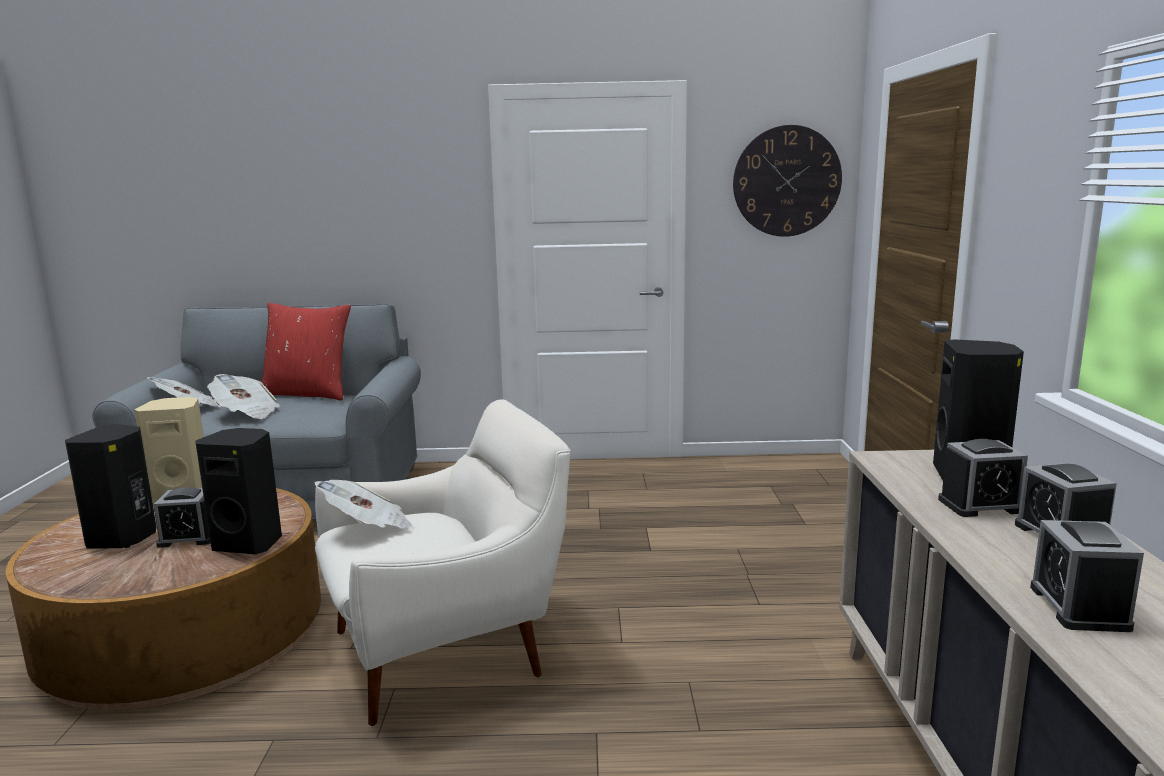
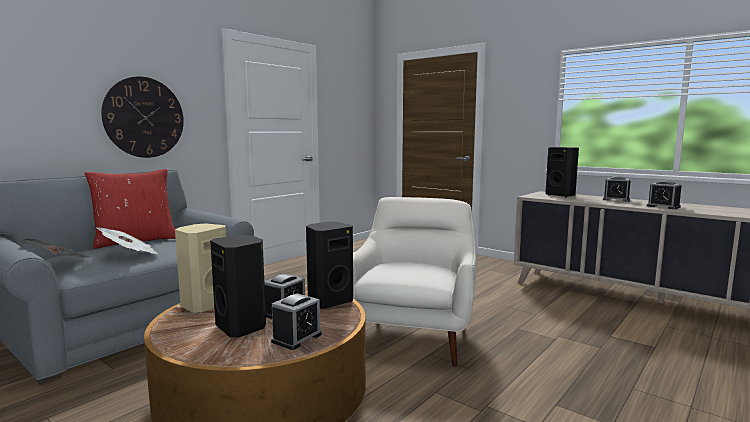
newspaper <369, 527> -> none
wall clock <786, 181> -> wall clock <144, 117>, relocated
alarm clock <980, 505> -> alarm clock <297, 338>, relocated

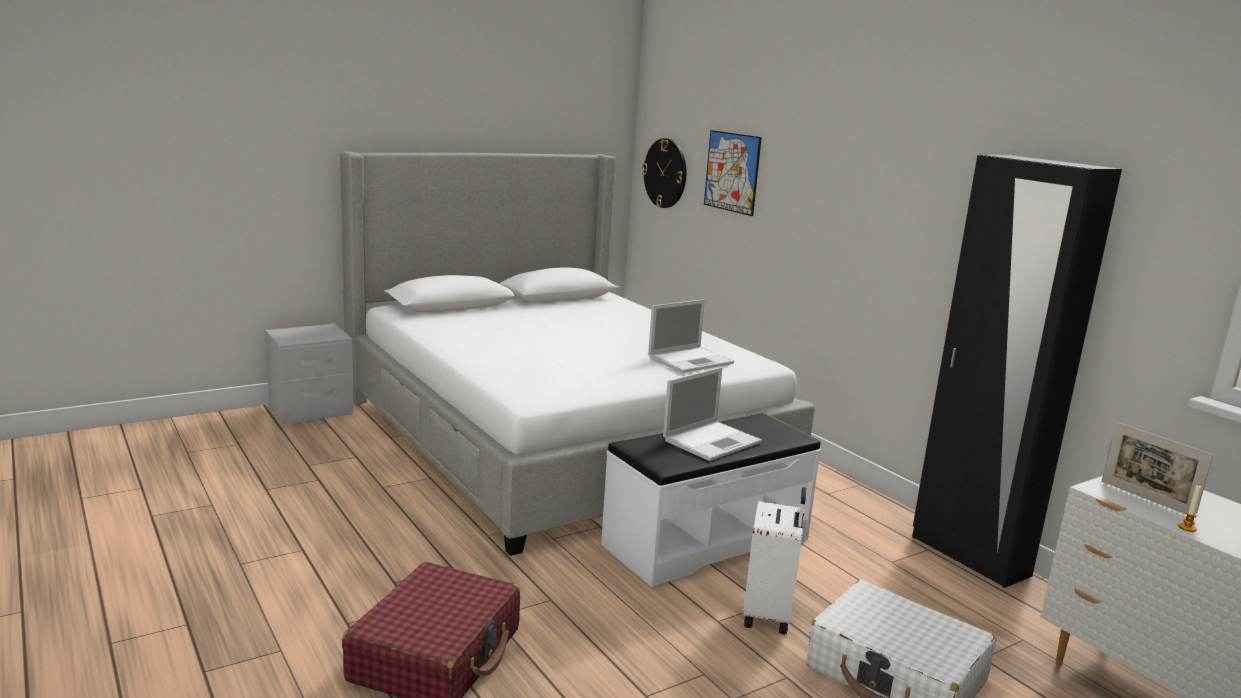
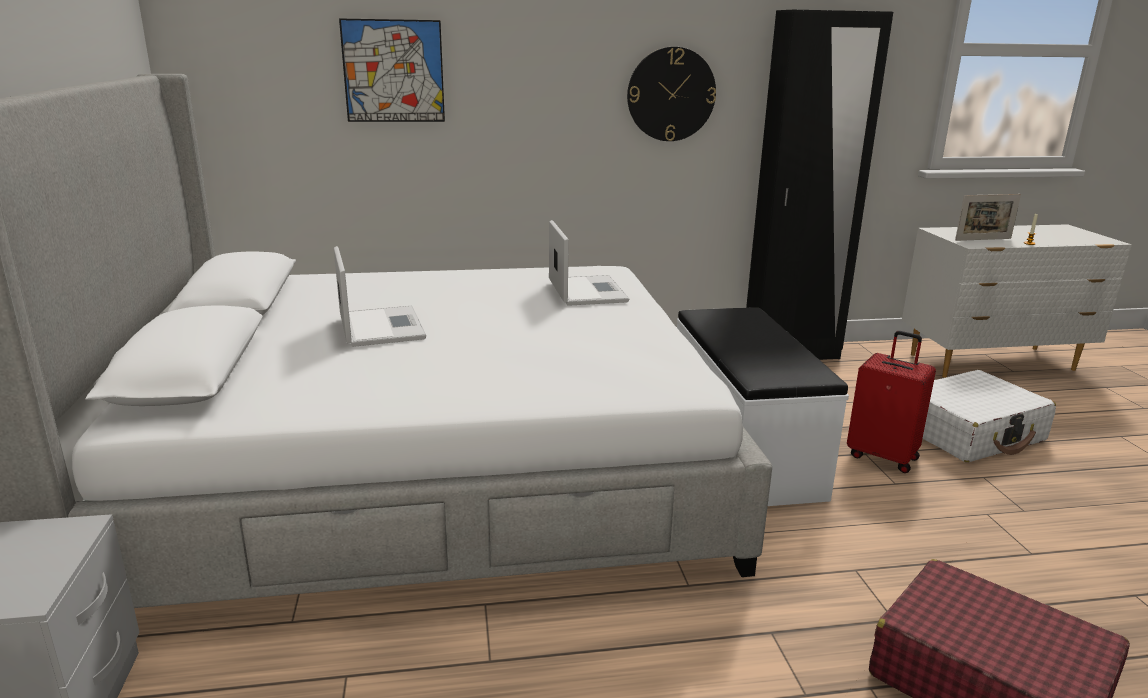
wall clock <665, 173> -> wall clock <671, 94>, relocated
laptop <713, 441> -> laptop <380, 326>, relocated
white suitcase <769, 615> -> red suitcase <883, 456>

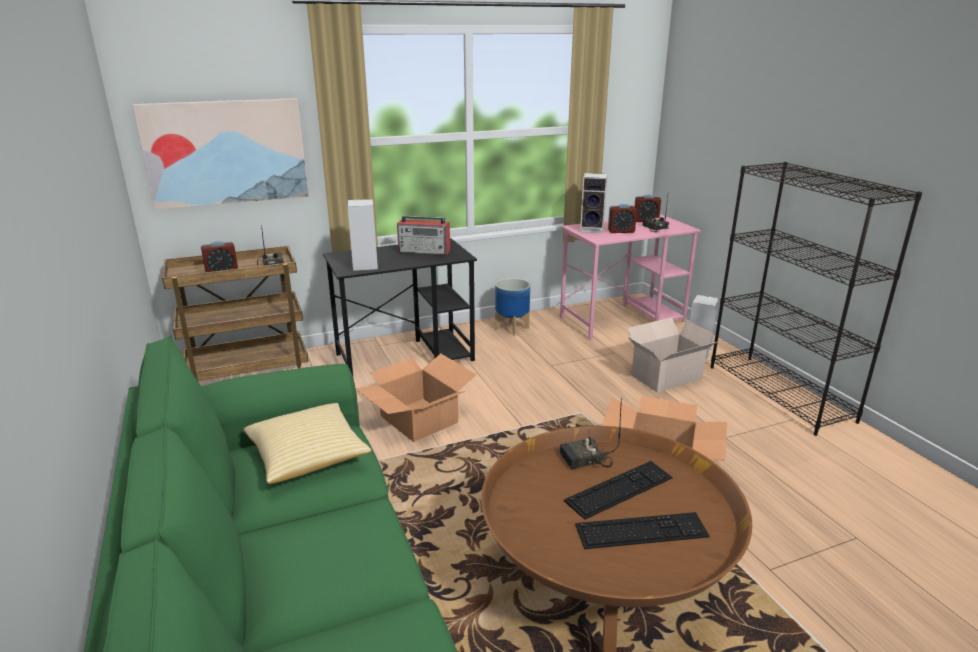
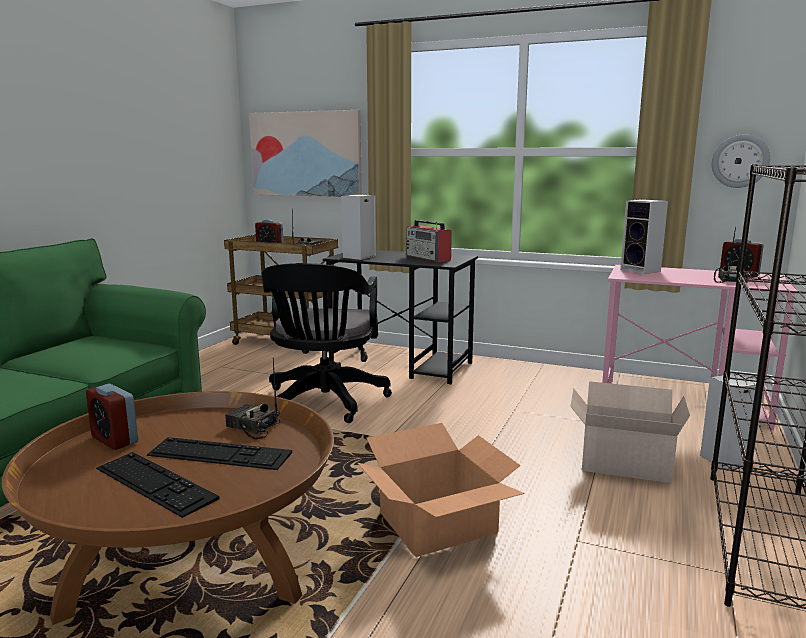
pillow <308, 457> -> none
planter <511, 328> -> none
none -> wall clock <740, 161>
alarm clock <621, 231> -> alarm clock <114, 440>, relocated
cardboard box <418, 419> -> black office chair <324, 403>

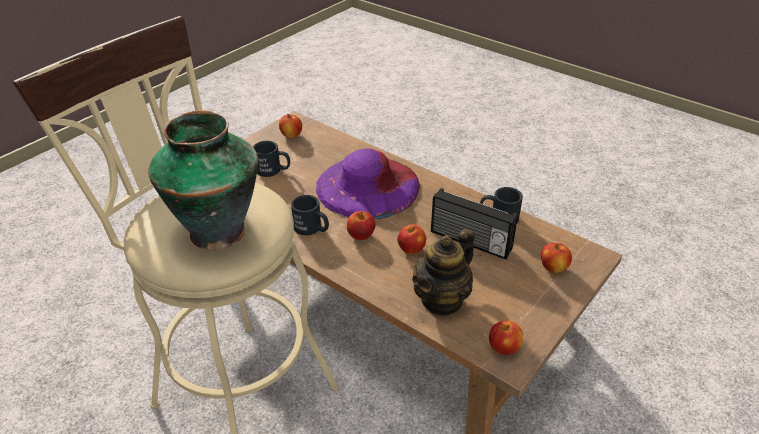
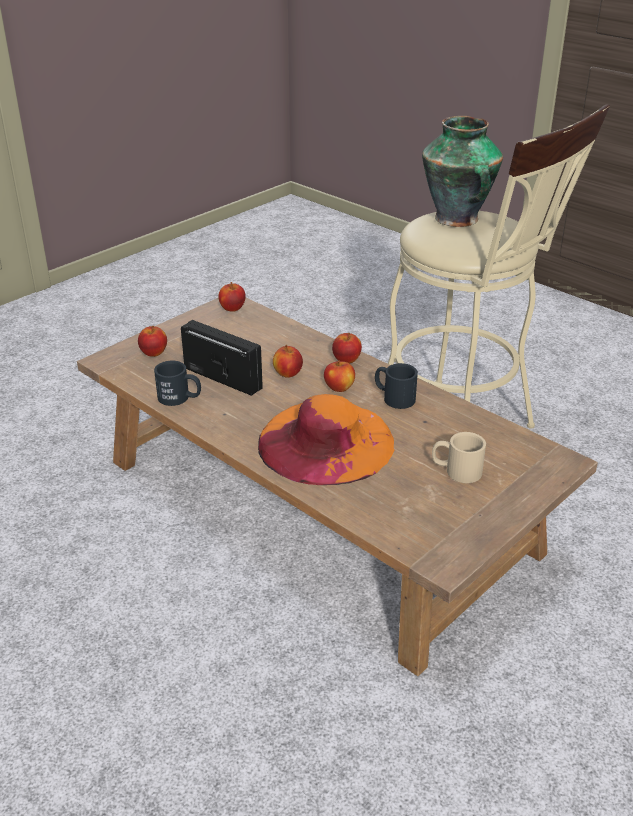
teapot <442, 300> -> none
apple <291, 135> -> apple <346, 360>, relocated
black mug <273, 170> -> beige mug <456, 471>
purple hat <367, 186> -> orange hat <326, 442>

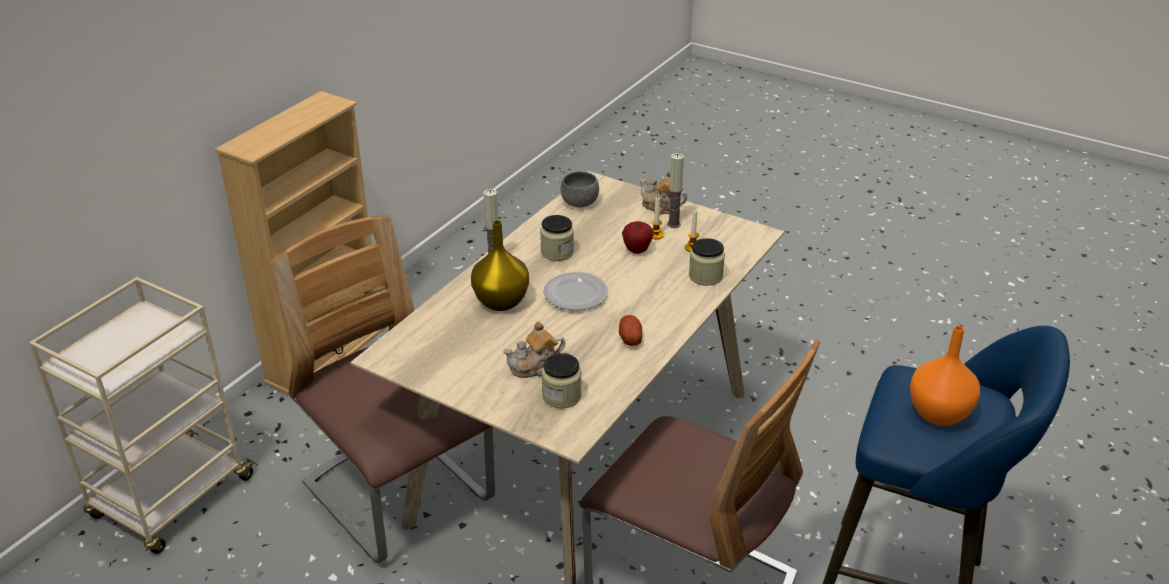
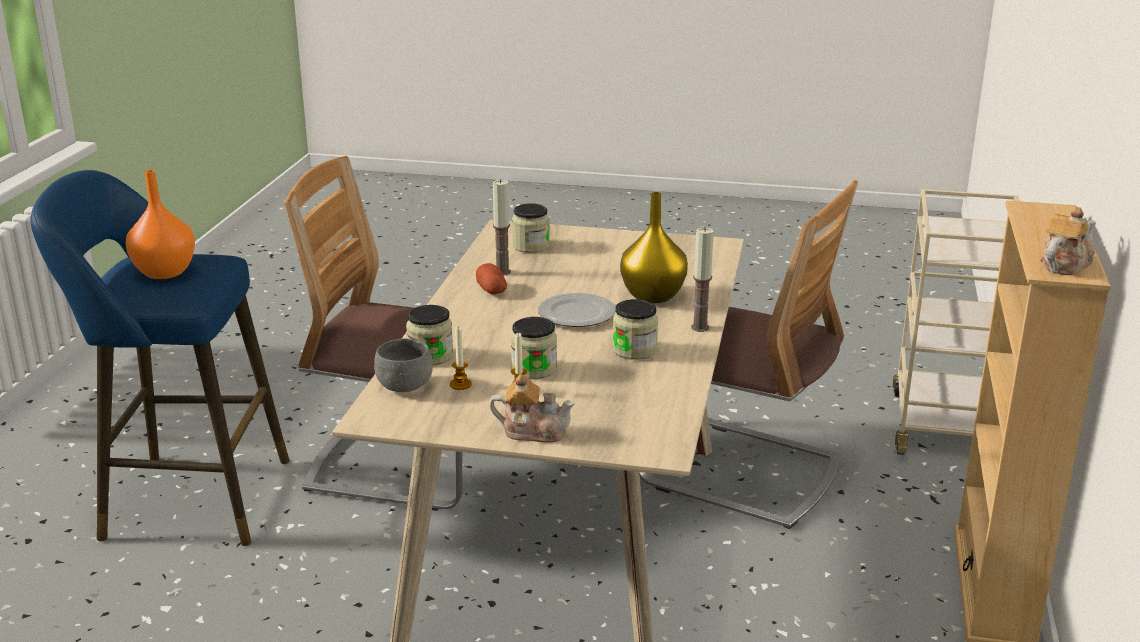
teapot <535, 367> -> teapot <1064, 265>, relocated
grey bowl <579, 203> -> grey bowl <405, 386>, relocated
candle <673, 224> -> candle <502, 272>, relocated
apple <637, 250> -> jar <534, 369>

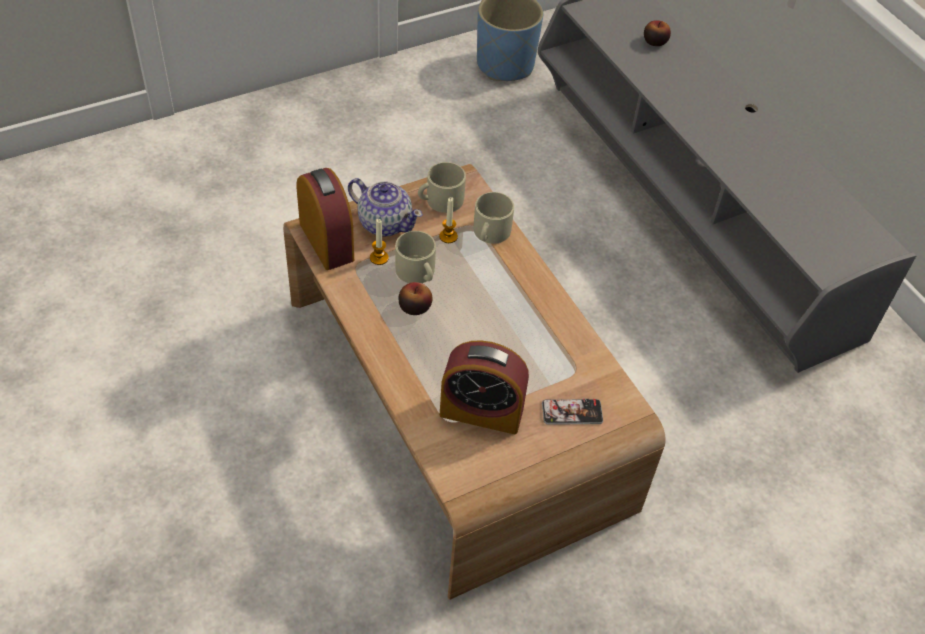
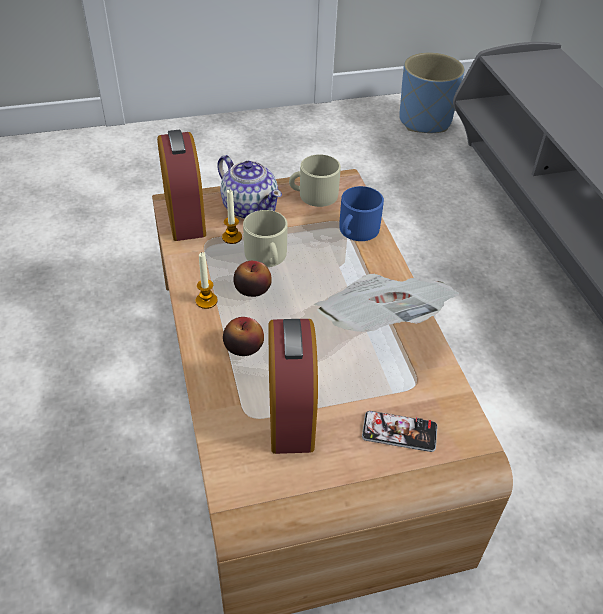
none -> newspaper <379, 324>
candle <448, 236> -> candle <206, 301>, relocated
apple <655, 42> -> apple <243, 347>, relocated
beige mug <490, 233> -> blue mug <356, 231>
alarm clock <481, 411> -> alarm clock <290, 412>, 120 degrees counterclockwise

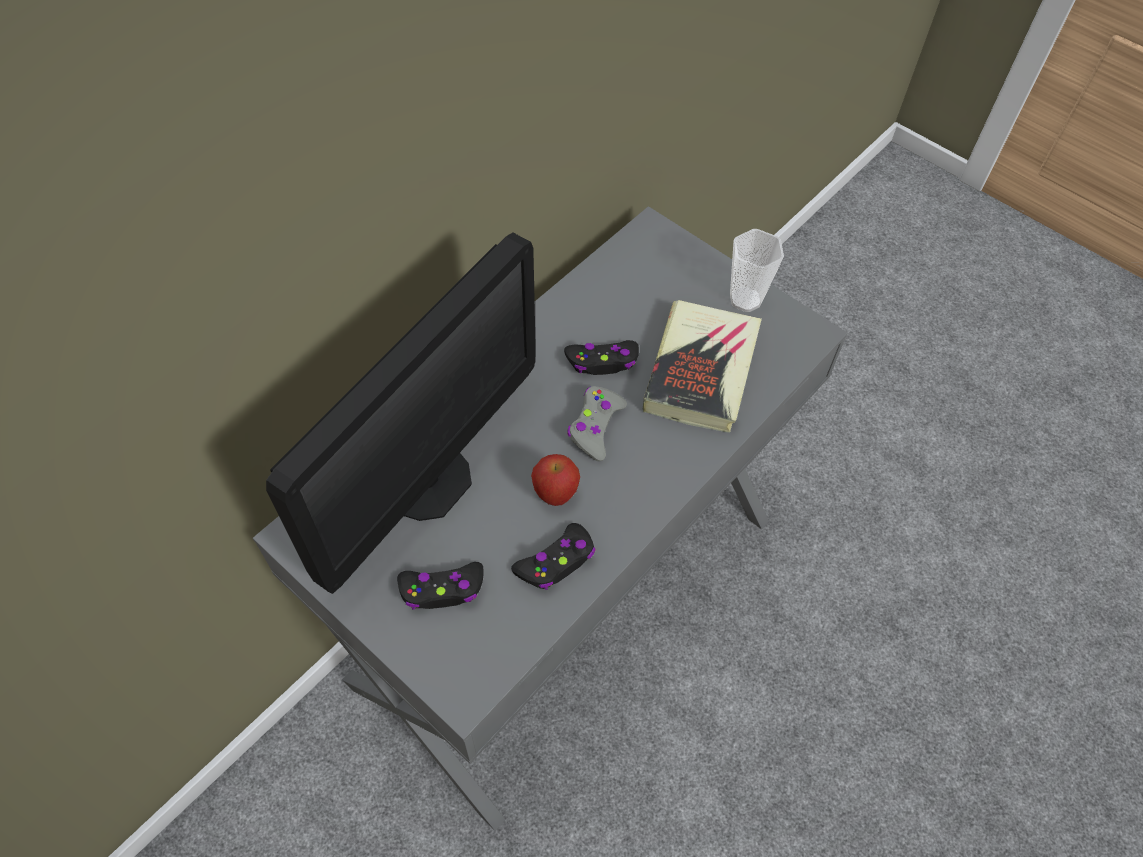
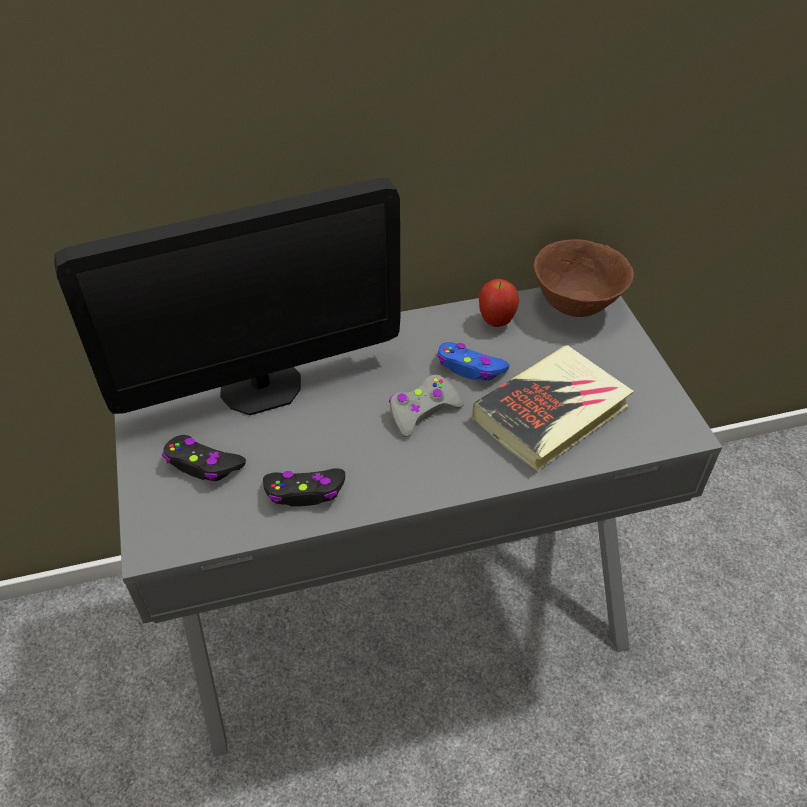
cup <745, 299> -> none
none -> brown bowl <576, 306>
apple <555, 494> -> apple <496, 321>, relocated
black game controller <602, 362> -> blue game controller <470, 368>

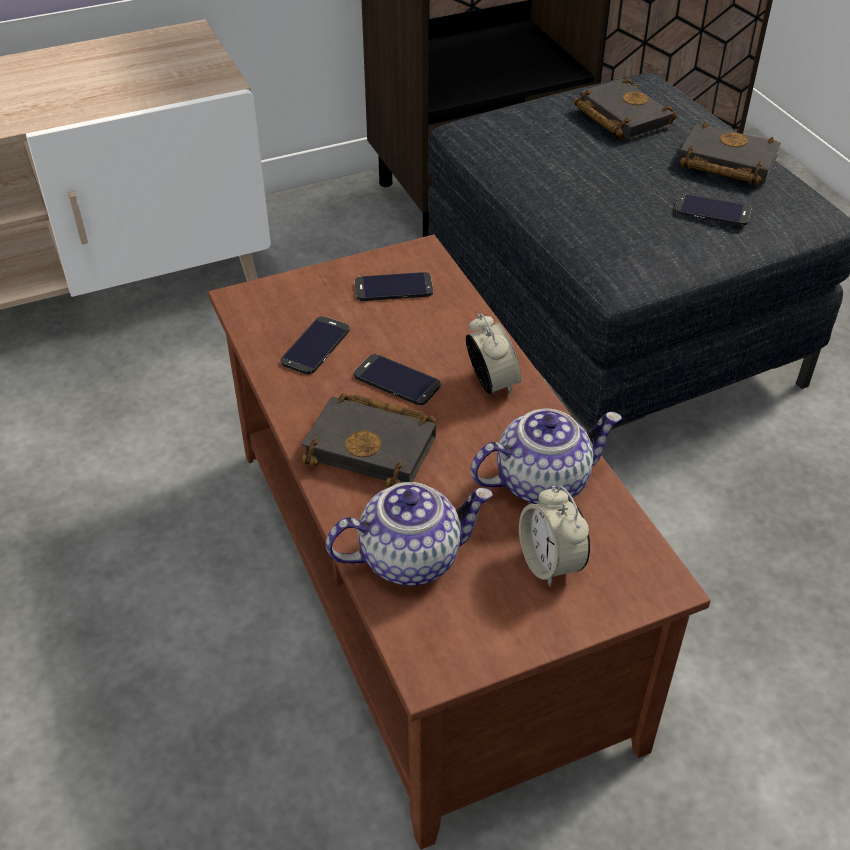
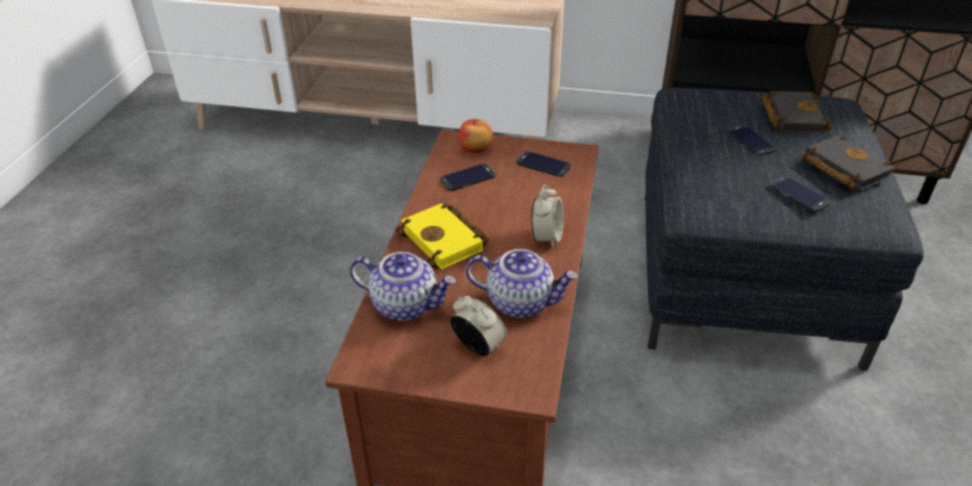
none -> apple <476, 149>
phone <397, 380> -> phone <751, 140>, relocated
black book <375, 446> -> yellow book <446, 241>
alarm clock <550, 563> -> alarm clock <478, 346>, 120 degrees clockwise

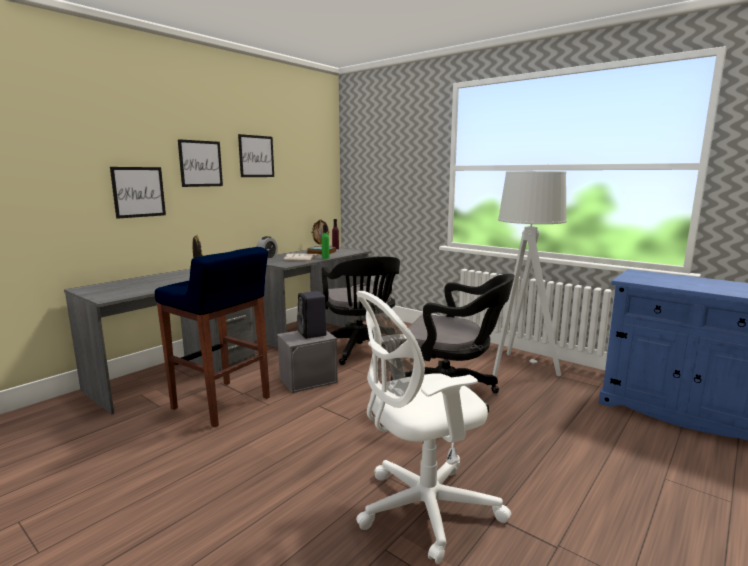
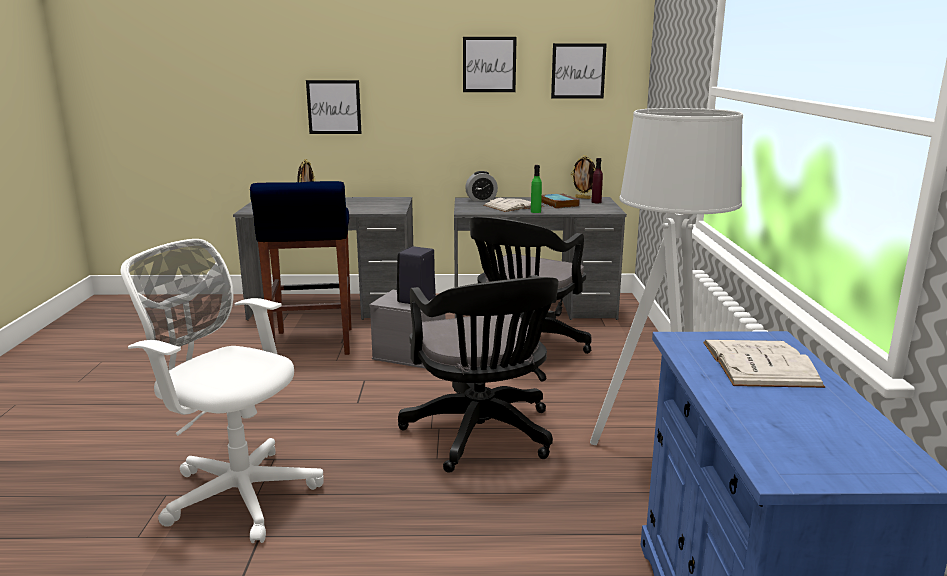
none -> white book <759, 363>
picture <200, 163> -> picture <578, 71>, relocated

